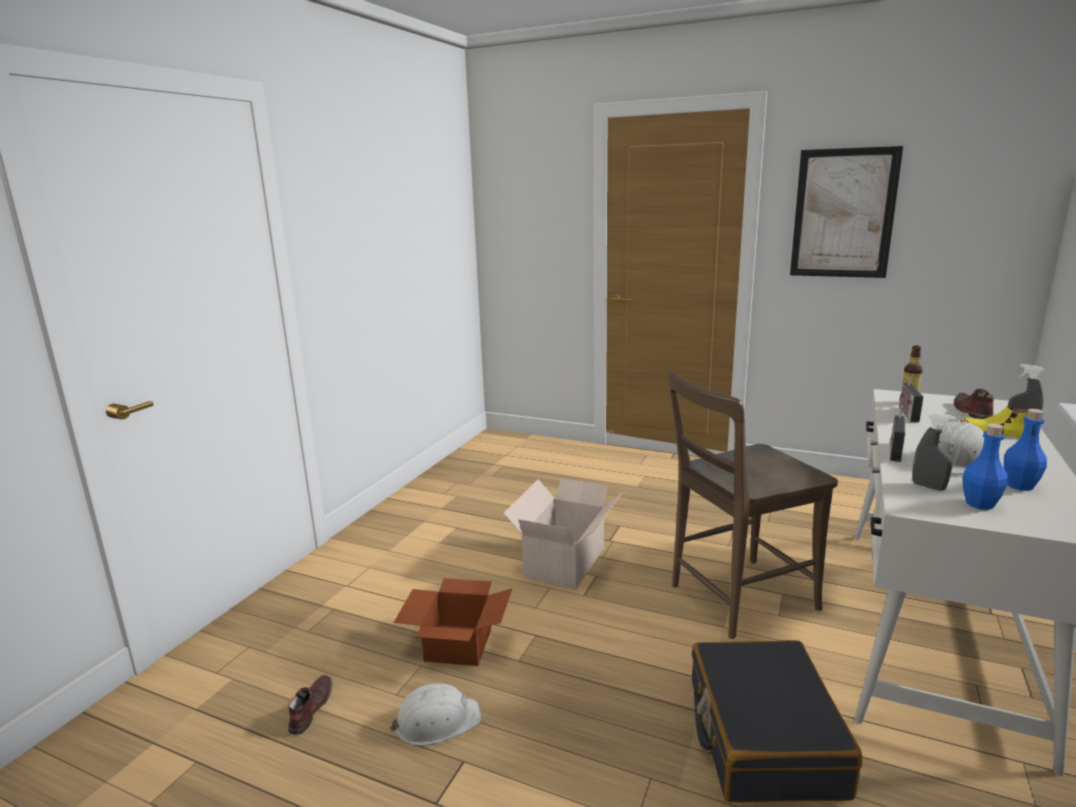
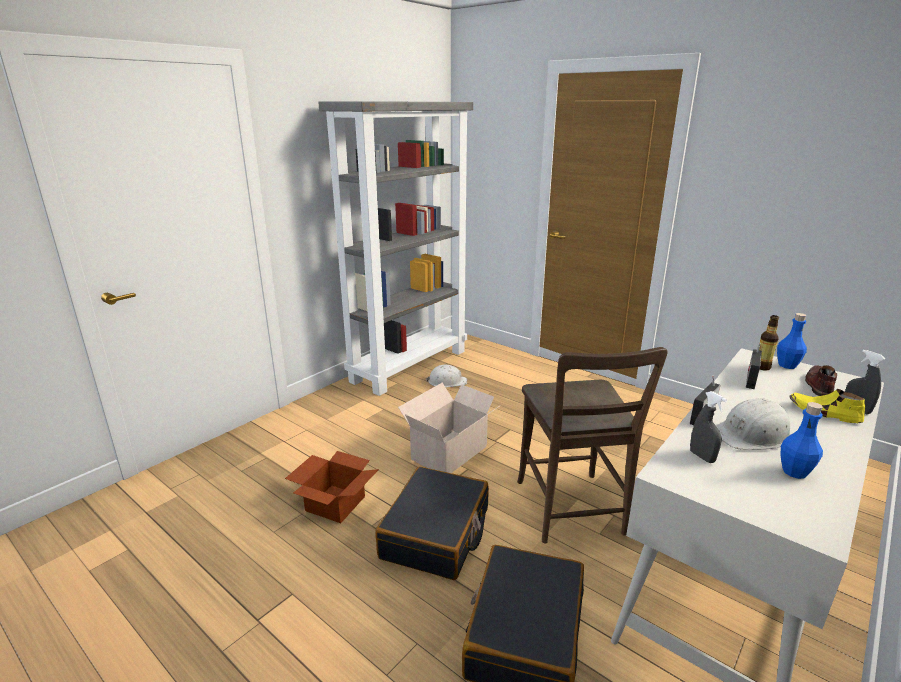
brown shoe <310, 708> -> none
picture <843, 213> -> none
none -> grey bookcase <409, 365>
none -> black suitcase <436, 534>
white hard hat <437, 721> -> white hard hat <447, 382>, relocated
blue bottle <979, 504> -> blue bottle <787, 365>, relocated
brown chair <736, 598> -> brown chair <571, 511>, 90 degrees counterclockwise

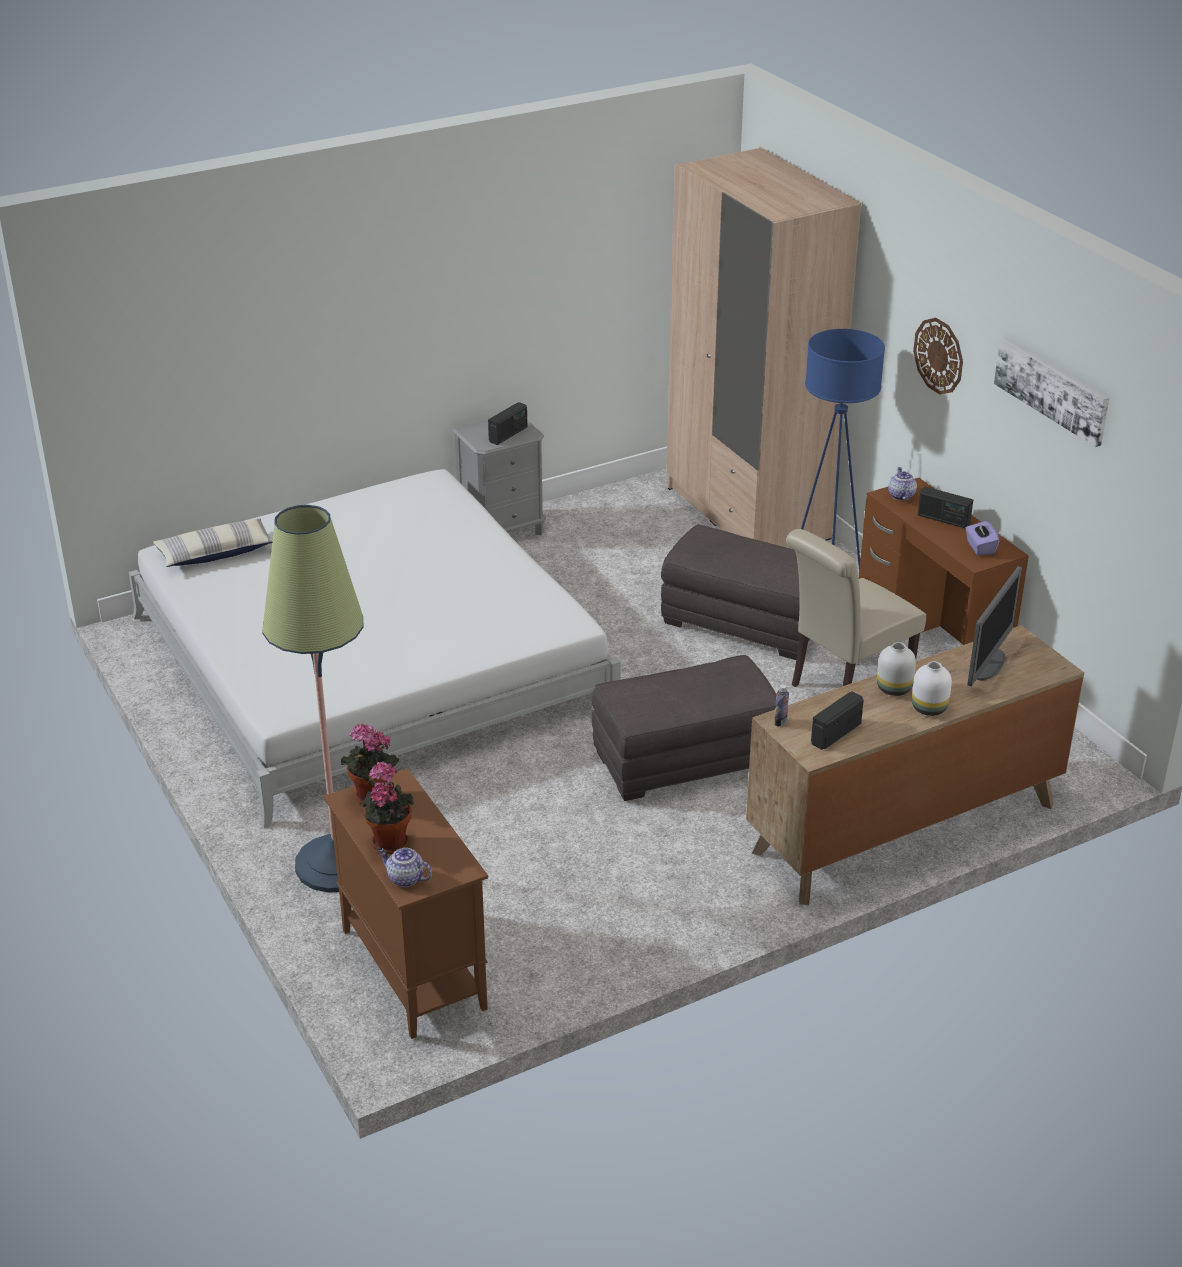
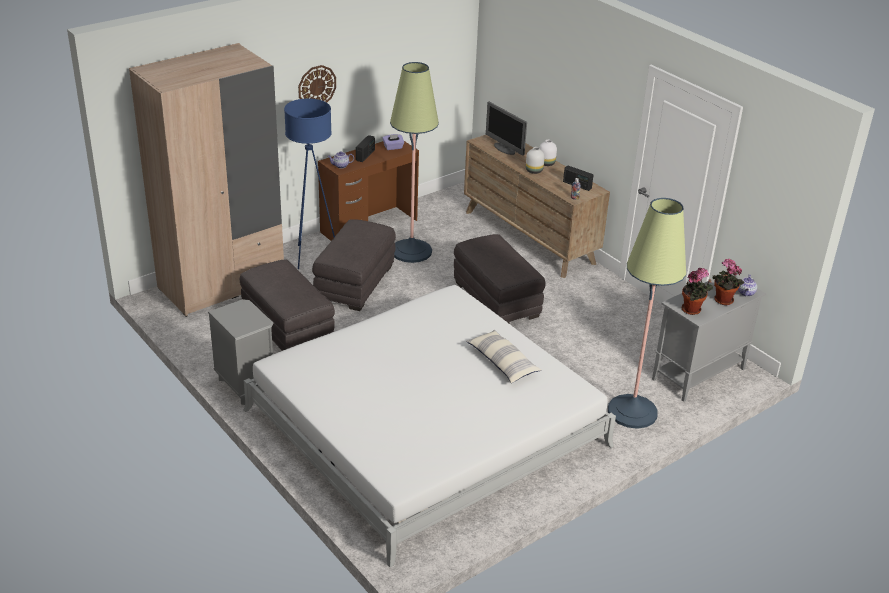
radio <508, 434> -> none
picture <1052, 389> -> none
none -> grey ottoman <287, 328>
pillow <215, 553> -> pillow <502, 363>, relocated
beige chair <845, 684> -> floor lamp <411, 251>
brown cabinet <412, 968> -> grey cabinet <698, 374>
monitor <988, 664> -> monitor <504, 149>, 150 degrees counterclockwise

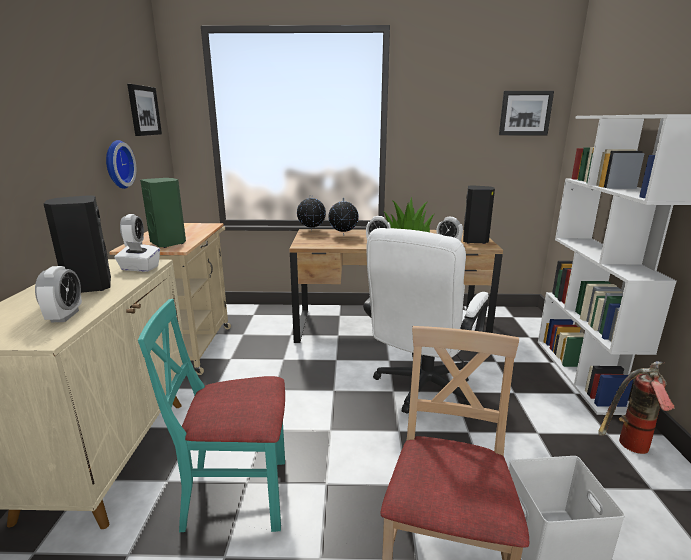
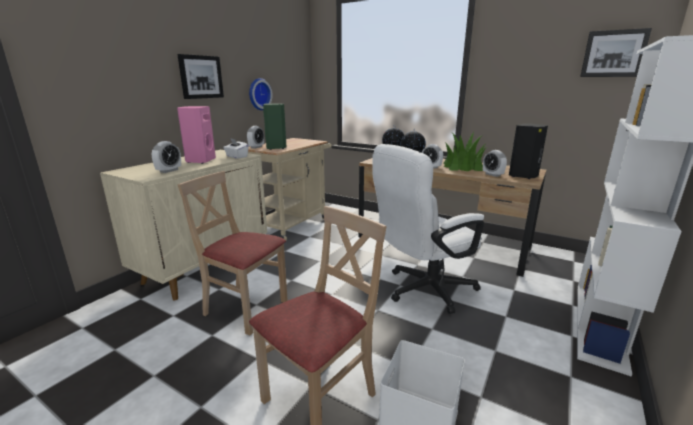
fire extinguisher <628, 448> -> none
picture <143, 110> -> picture <201, 77>, relocated
black speaker <88, 286> -> pink speaker <200, 161>
turquoise chair <237, 495> -> beige chair <245, 309>

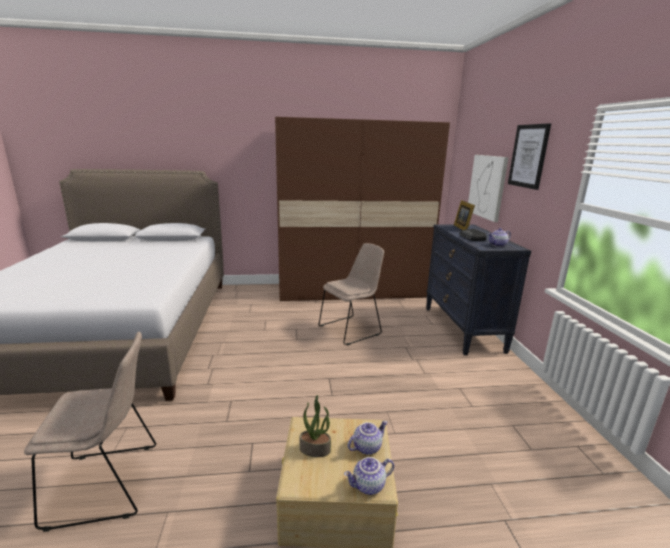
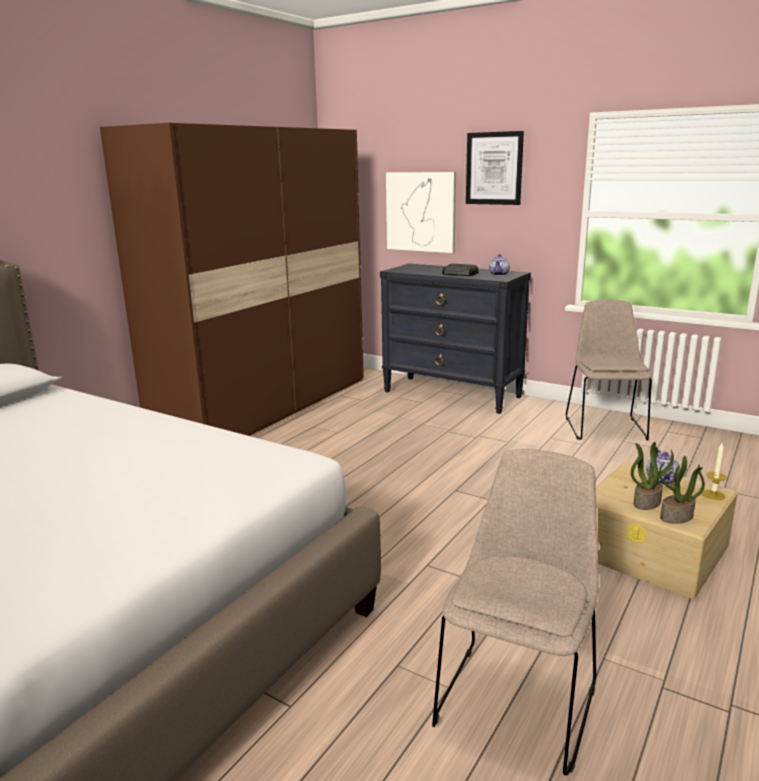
picture frame <463, 228> -> none
none -> potted plant <676, 517>
beige chair <351, 329> -> beige chair <605, 427>, relocated
teapot <368, 486> -> candle <713, 495>

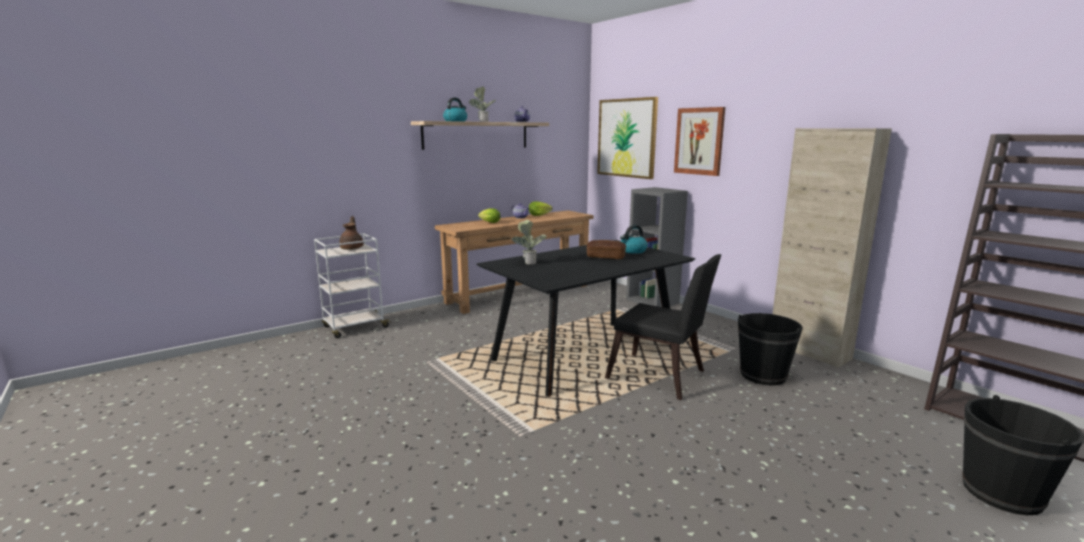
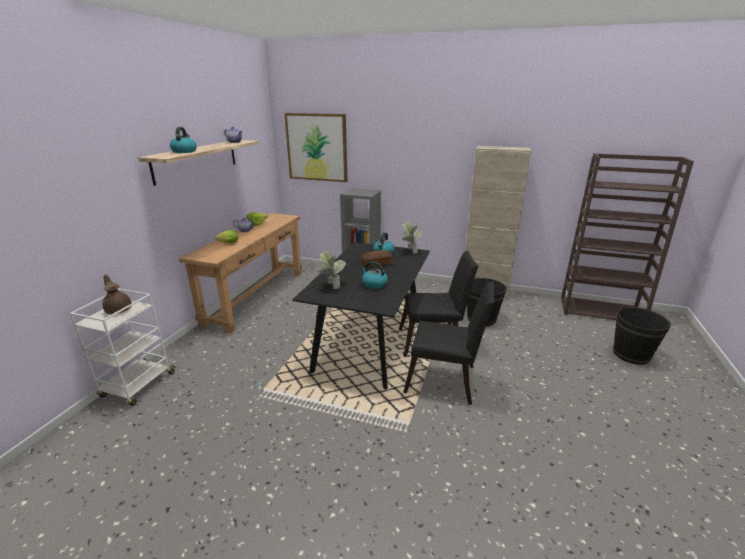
picture <699, 141> -> none
none -> kettle <374, 284>
none -> black chair <445, 381>
potted plant <482, 121> -> potted plant <410, 251>, relocated

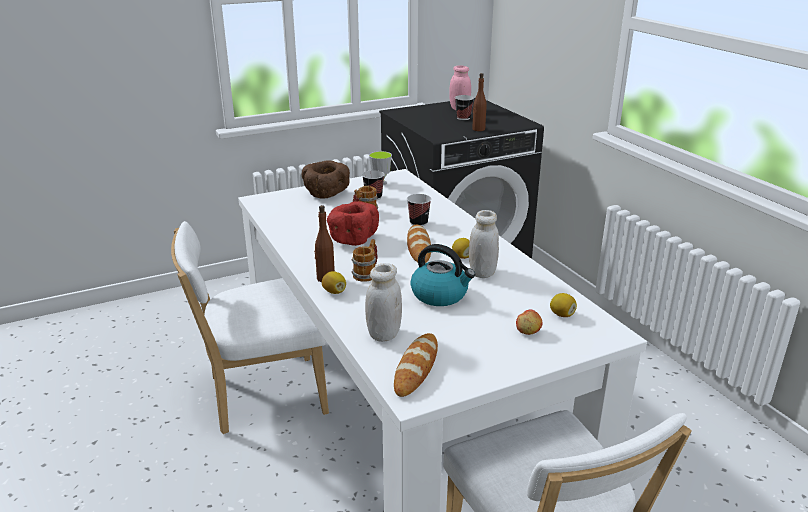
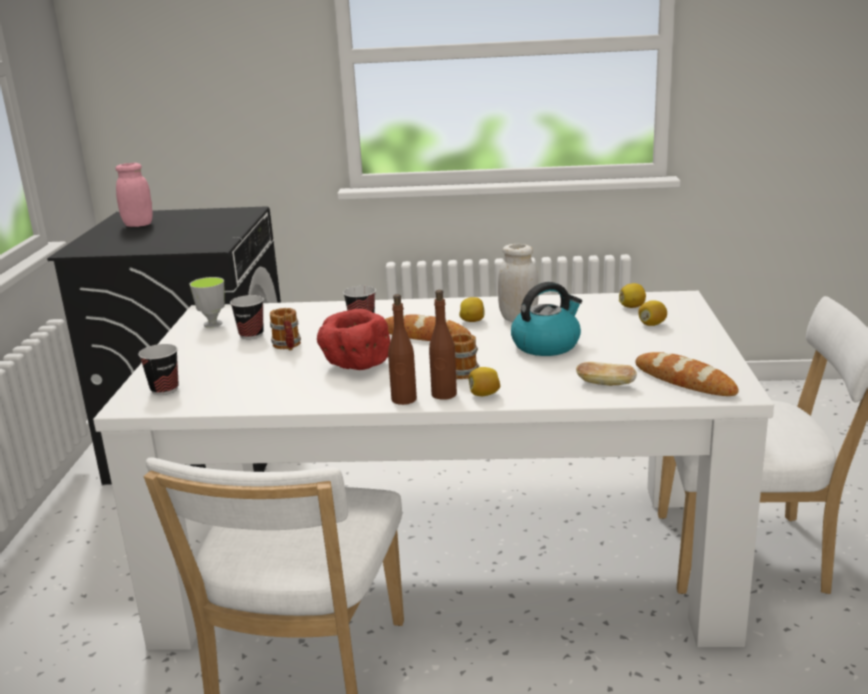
brown bowl <326, 195> -> none
cup <463, 118> -> cup <164, 389>, relocated
brown bottle <478, 129> -> brown bottle <404, 399>, relocated
white jar <384, 334> -> bread <606, 384>
apple <528, 331> -> lemon <652, 324>

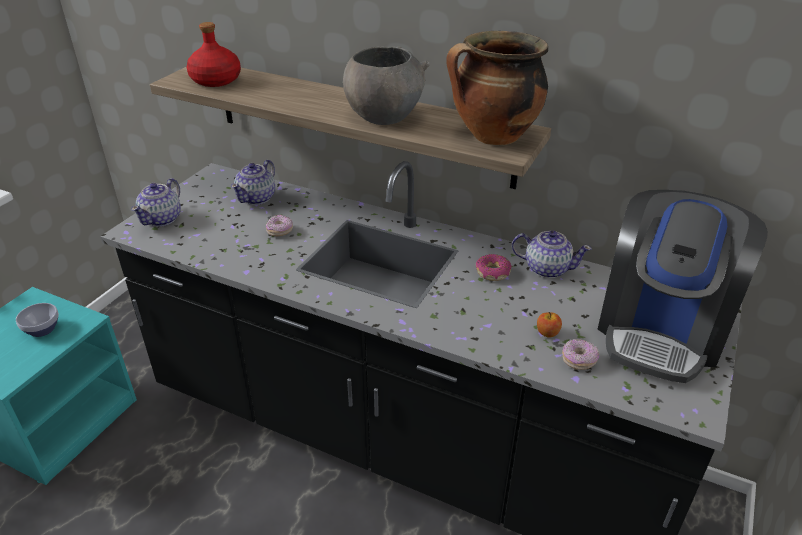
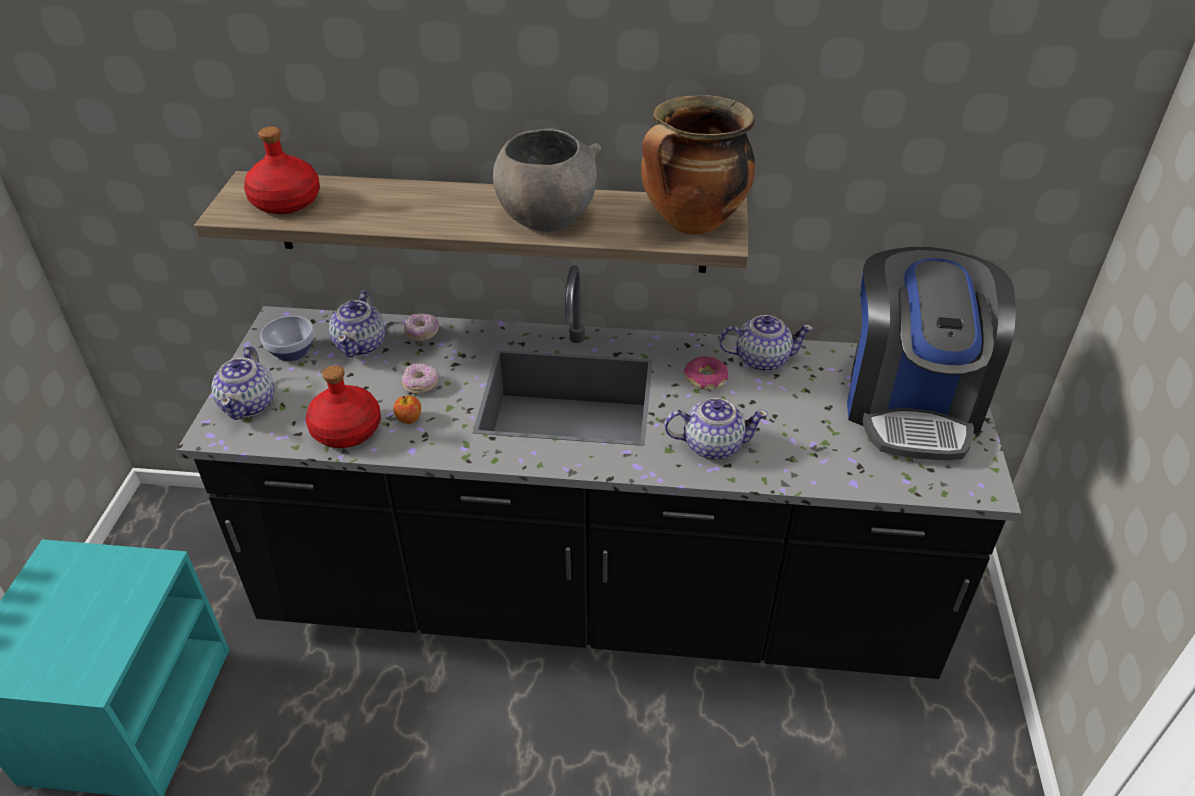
none -> red bottle <346, 430>
none -> teapot <712, 445>
bowl <43, 330> -> bowl <293, 352>, relocated
apple <547, 333> -> apple <409, 419>, relocated
donut <578, 360> -> donut <422, 333>, relocated

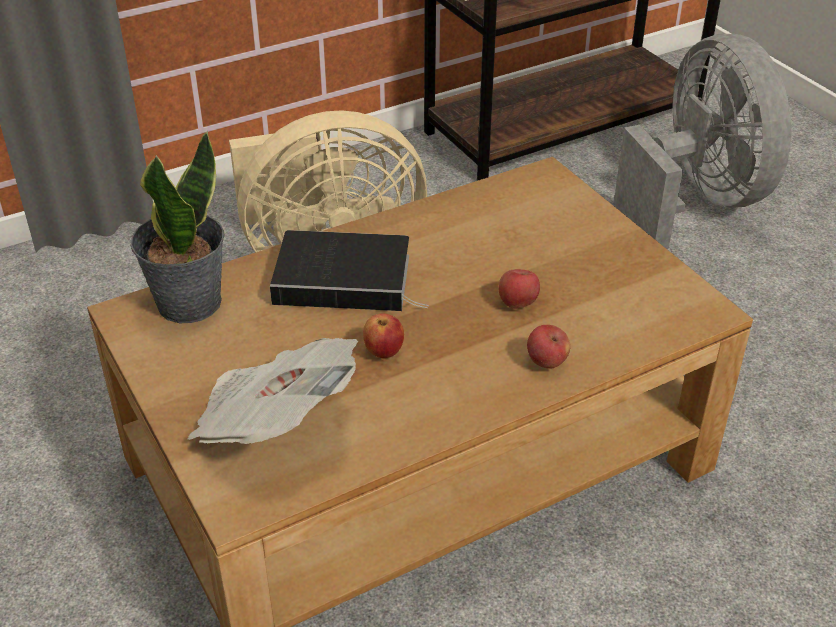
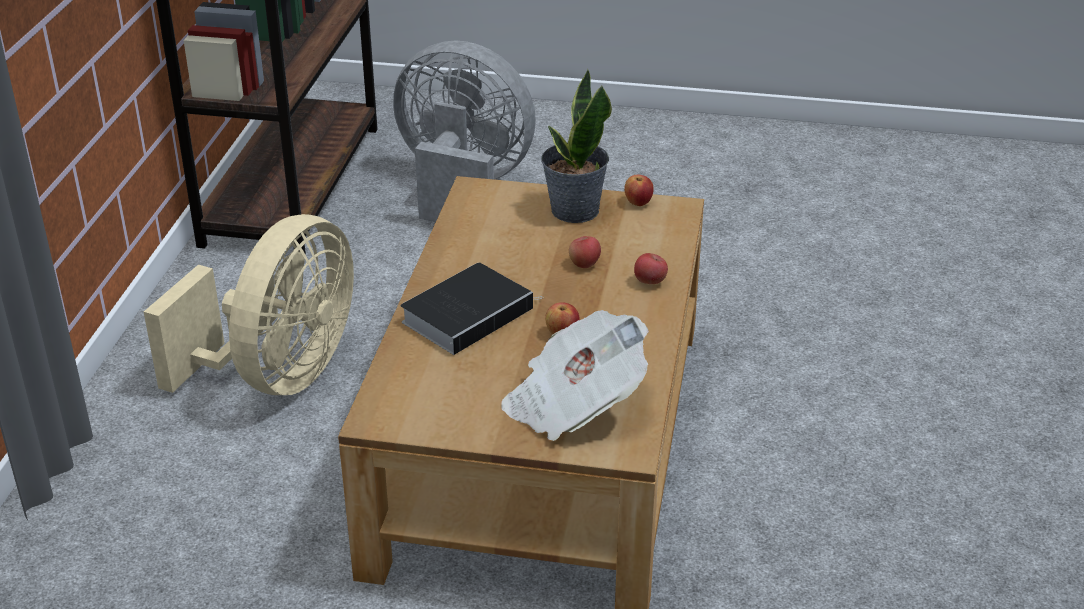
none -> apple <638, 202>
potted plant <188, 302> -> potted plant <574, 210>, relocated

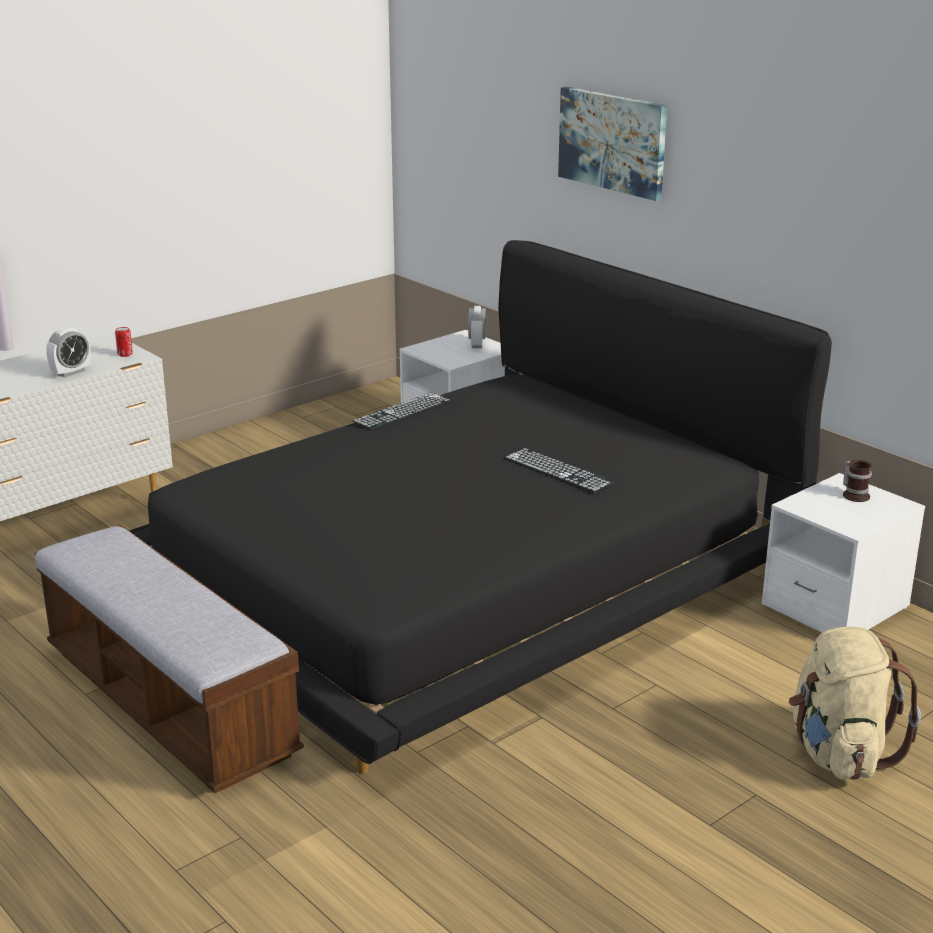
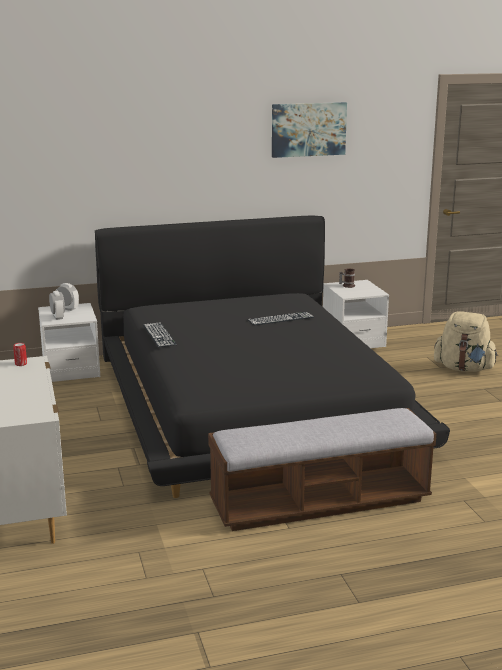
alarm clock <71, 372> -> alarm clock <58, 317>, relocated
picture <613, 142> -> picture <308, 129>, relocated

